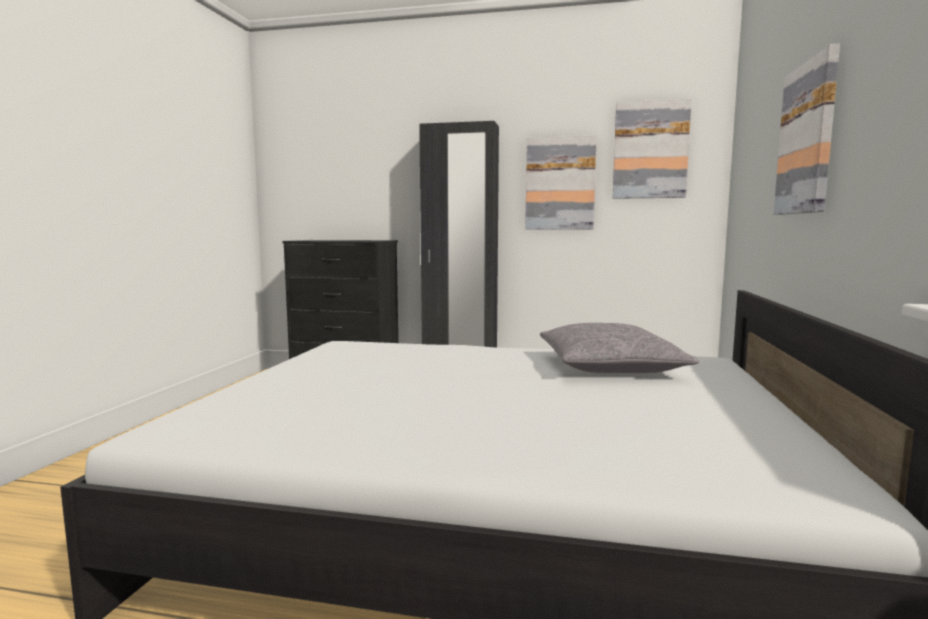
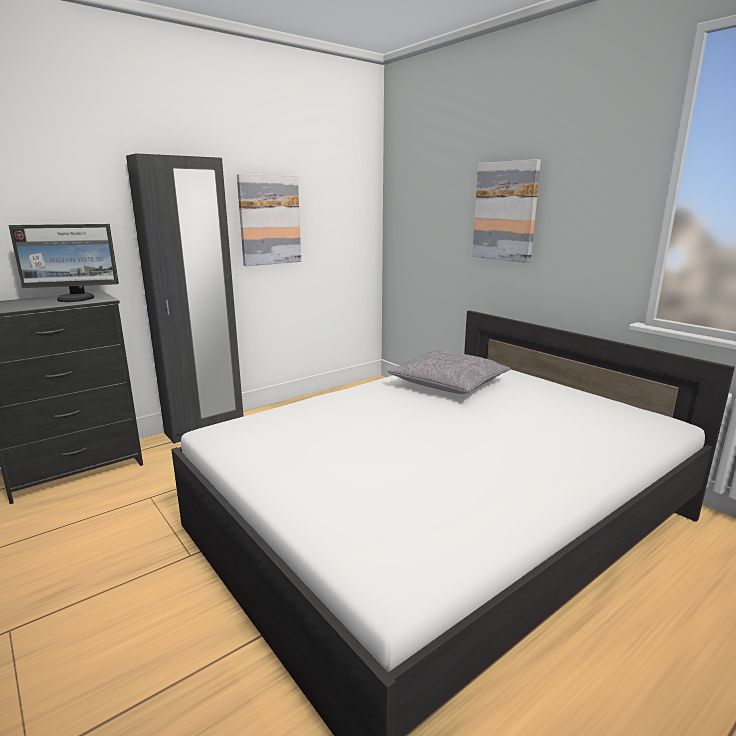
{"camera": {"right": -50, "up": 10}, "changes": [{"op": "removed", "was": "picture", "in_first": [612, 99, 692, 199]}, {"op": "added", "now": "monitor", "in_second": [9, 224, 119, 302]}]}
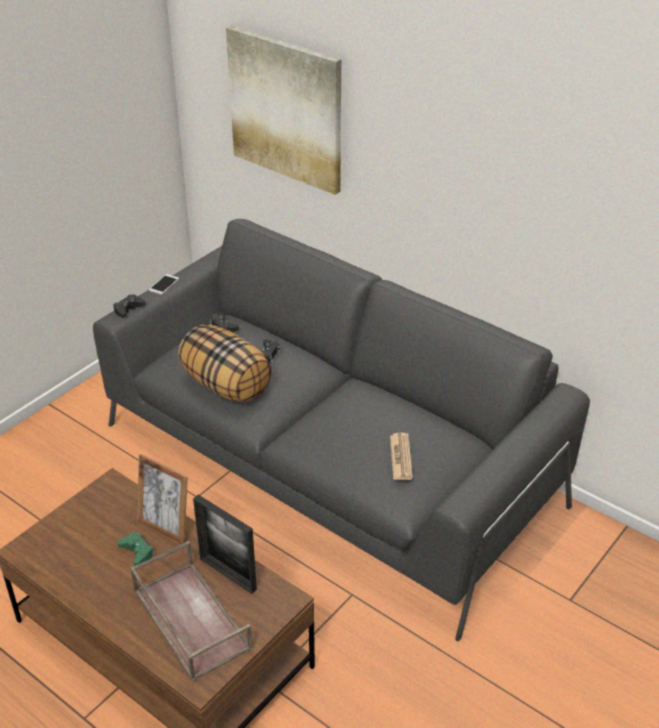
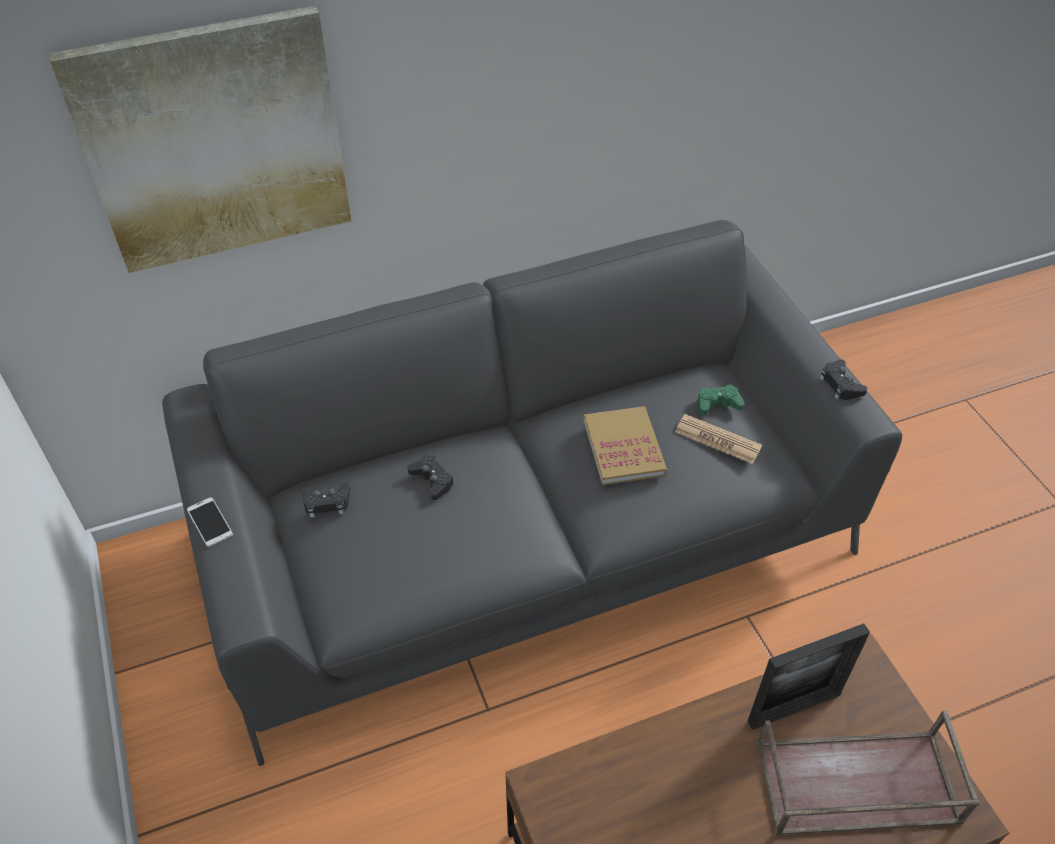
{"camera": {"right": -60, "up": 10}, "changes": [{"op": "moved", "was": "game controller (black)", "in_first": [113, 295, 145, 318], "in_second": [820, 359, 867, 400]}, {"op": "moved", "was": "game controller (green)", "in_first": [118, 532, 154, 566], "in_second": [698, 384, 745, 415]}, {"op": "removed", "was": "picture frame", "in_first": [137, 454, 188, 544]}, {"op": "removed", "was": "pillow", "in_first": [178, 325, 272, 402]}, {"op": "added", "now": "book", "in_second": [584, 406, 667, 485]}]}
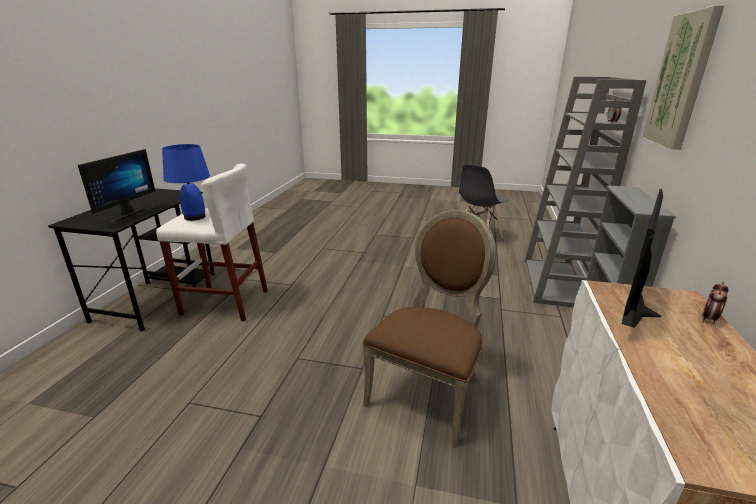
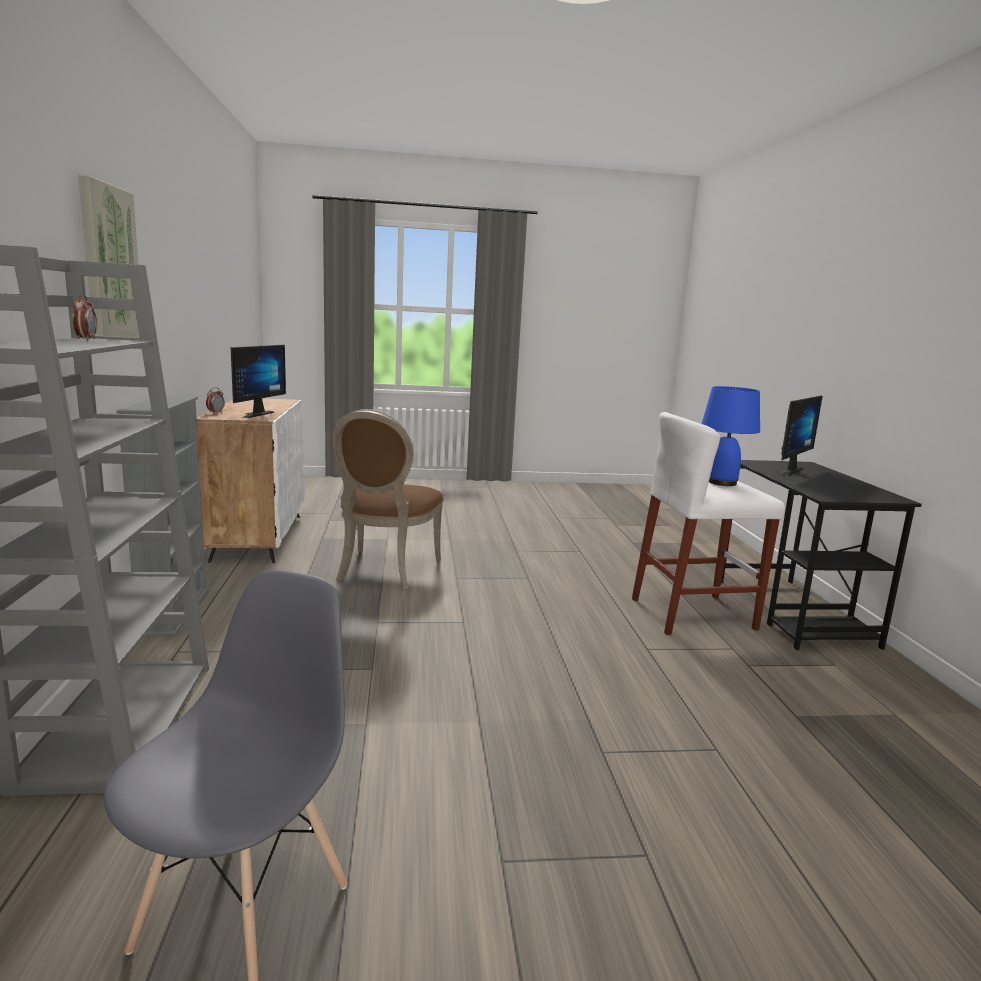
{"camera": {"right": 160, "up": -10}, "changes": [{"op": "turned", "was": "monitor", "in_first": [78, 149, 155, 222], "in_second": [775, 395, 823, 476], "clockwise": -135}]}
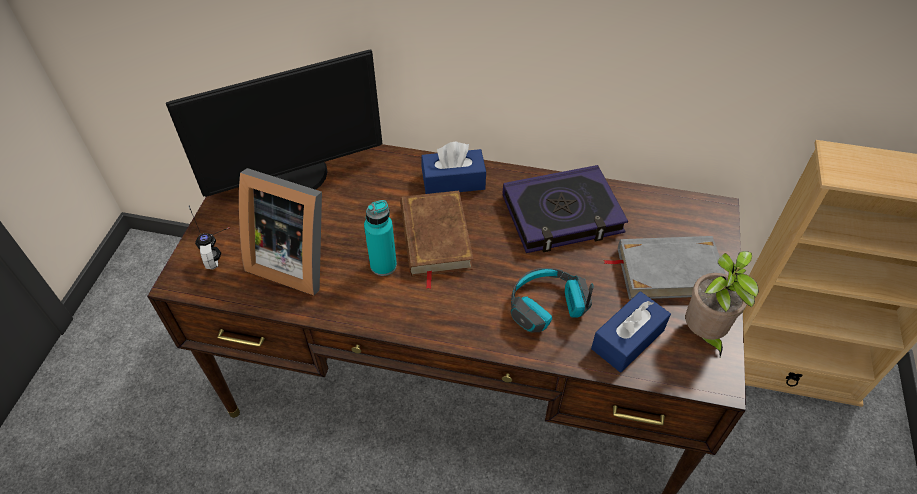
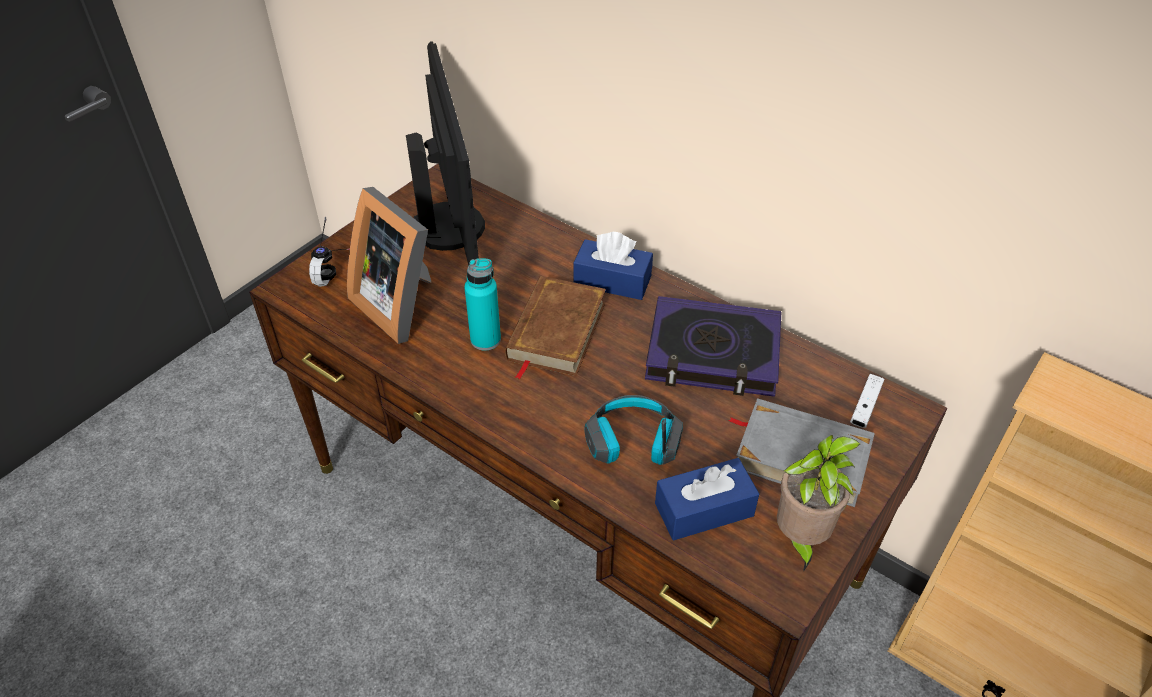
{"camera": {"right": 25, "up": -5}, "changes": [{"op": "turned", "was": "monitor", "in_first": [166, 50, 382, 197], "in_second": [406, 41, 485, 265], "clockwise": -105}, {"op": "added", "now": "game controller (white)", "in_second": [850, 374, 884, 428]}]}
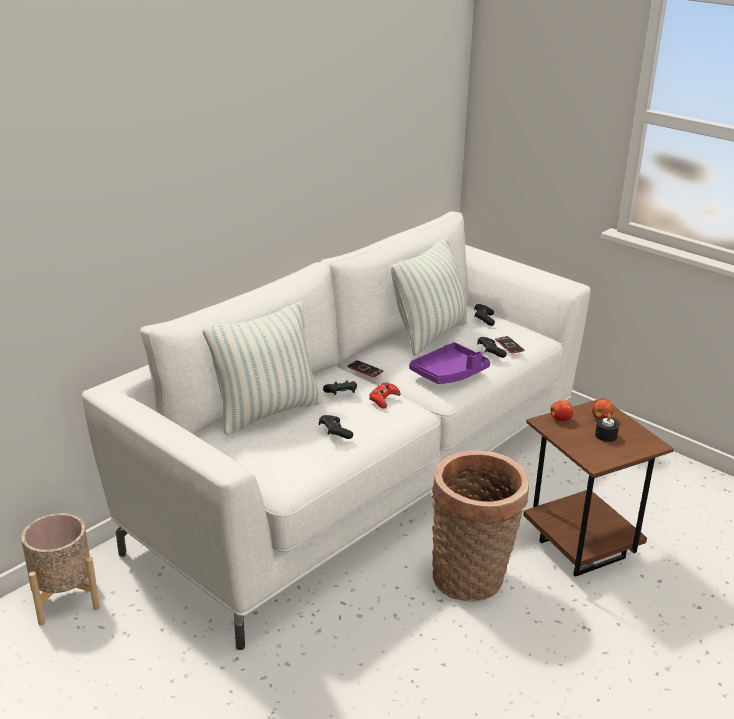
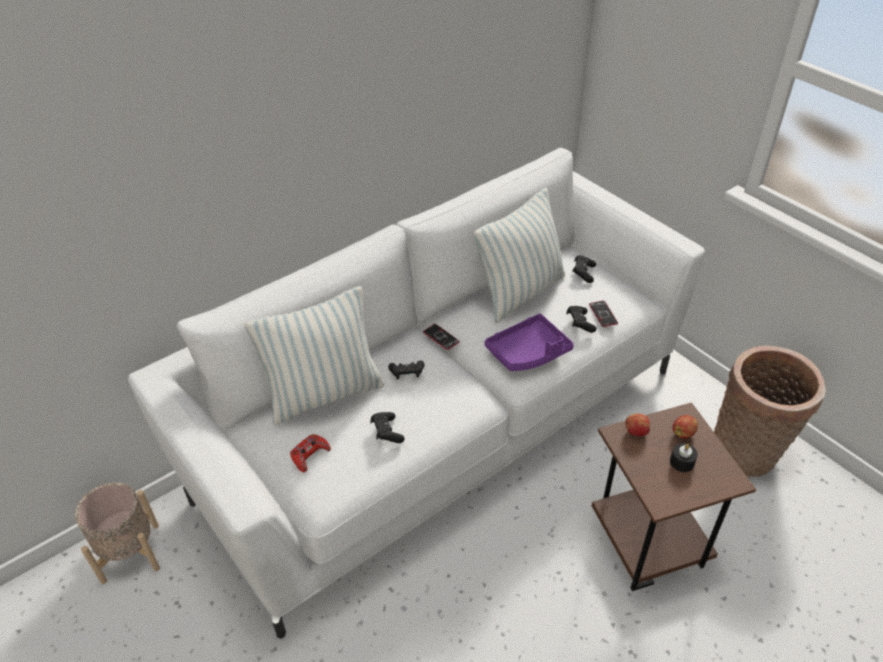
{"camera": {"right": 10, "up": 15}, "changes": [{"op": "moved", "was": "game controller (red)", "in_first": [369, 382, 401, 409], "in_second": [290, 434, 331, 472]}, {"op": "moved", "was": "basket", "in_first": [432, 450, 529, 602], "in_second": [714, 346, 826, 477]}]}
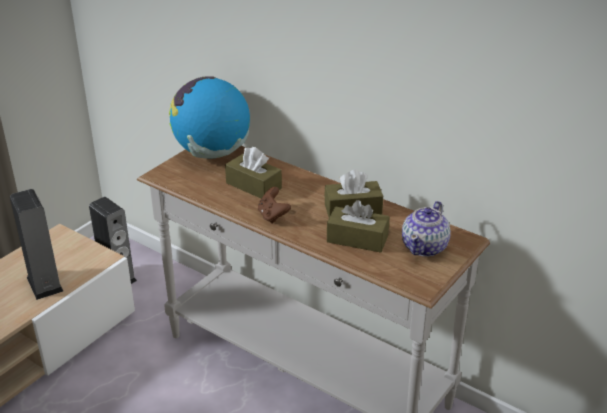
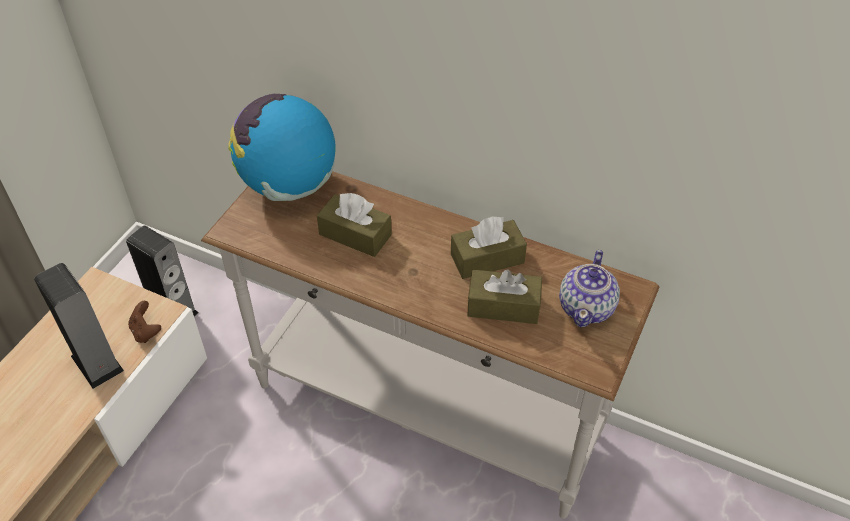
{"camera": {"right": -10, "up": 15}, "changes": [{"op": "moved", "was": "game controller (brown)", "in_first": [258, 187, 291, 224], "in_second": [128, 301, 161, 343]}]}
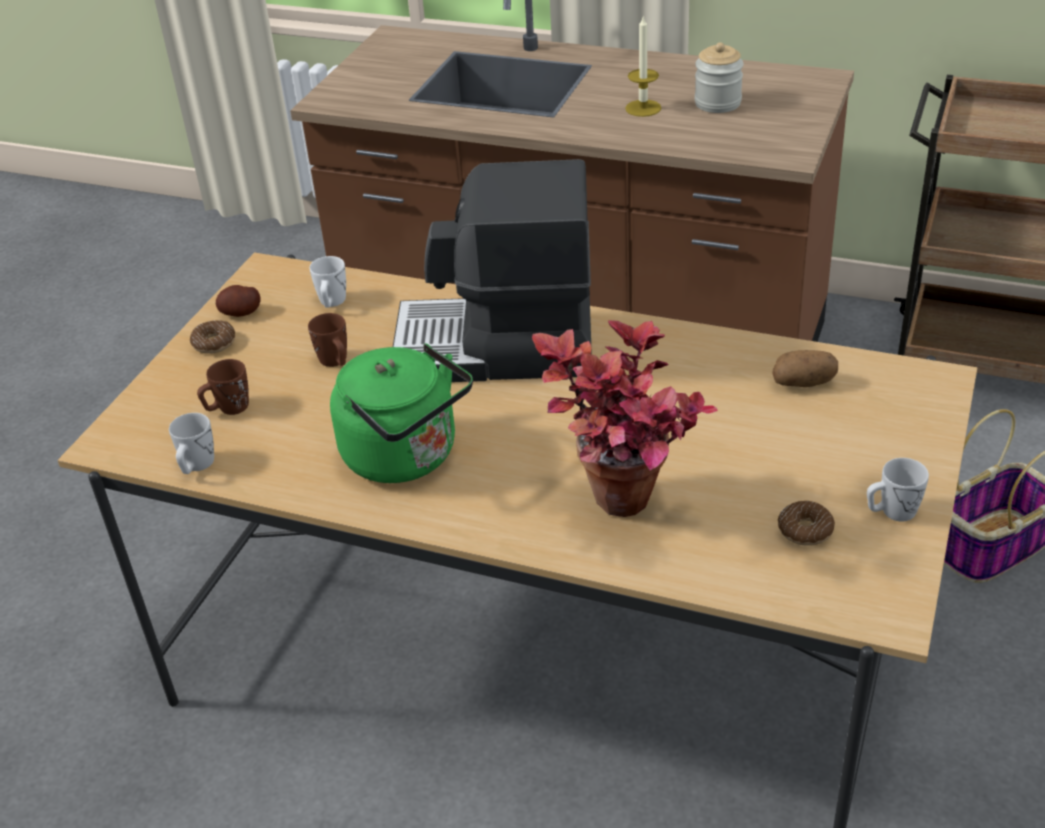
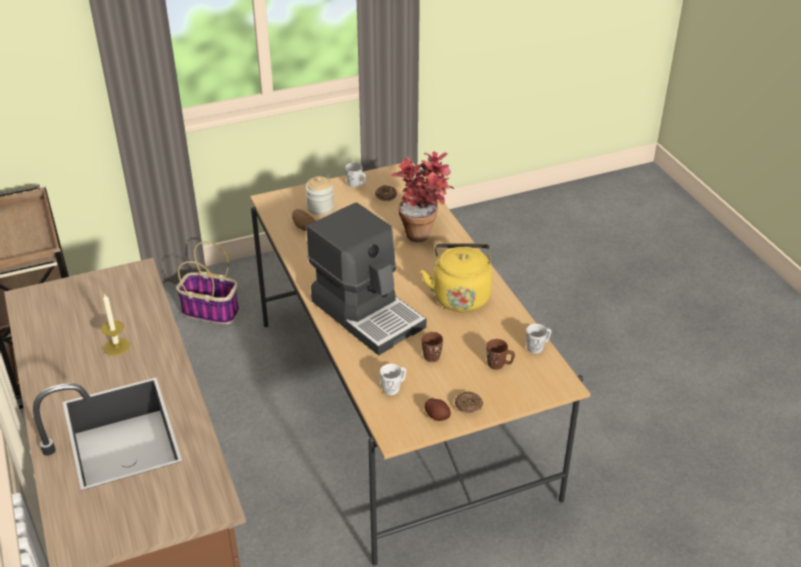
{"camera": {"right": -135, "up": 0}, "changes": [{"op": "recoloured", "was": "kettle (green)", "now": "kettle (yellow)", "in_first": [330, 343, 473, 483], "in_second": [421, 243, 492, 312]}, {"op": "moved", "was": "jar", "in_first": [695, 42, 744, 113], "in_second": [306, 176, 334, 215]}]}
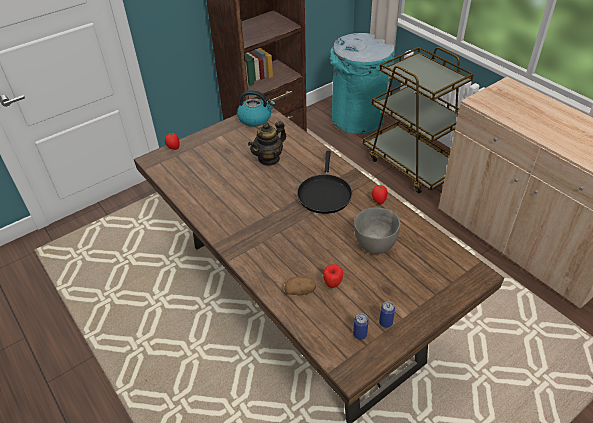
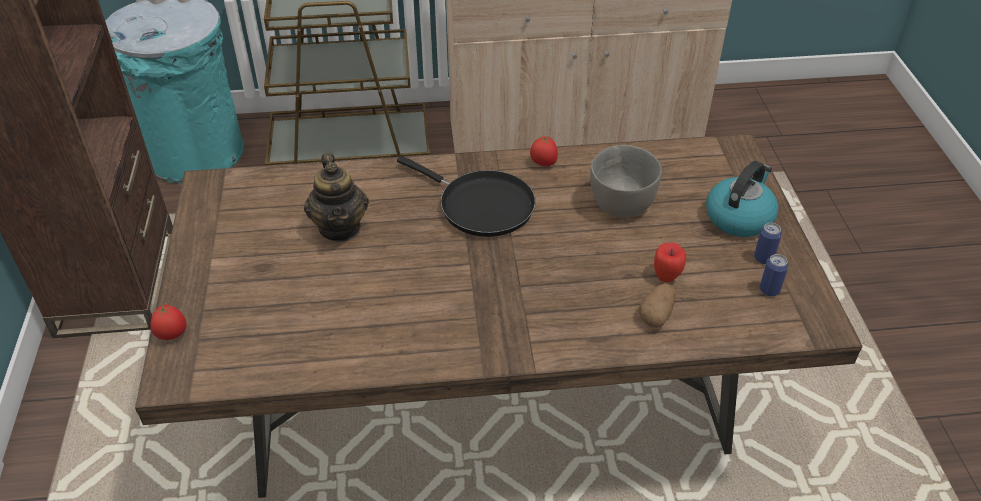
{"camera": {"right": -60, "up": 0}, "changes": [{"op": "moved", "was": "kettle", "in_first": [237, 90, 275, 127], "in_second": [706, 161, 778, 237]}]}
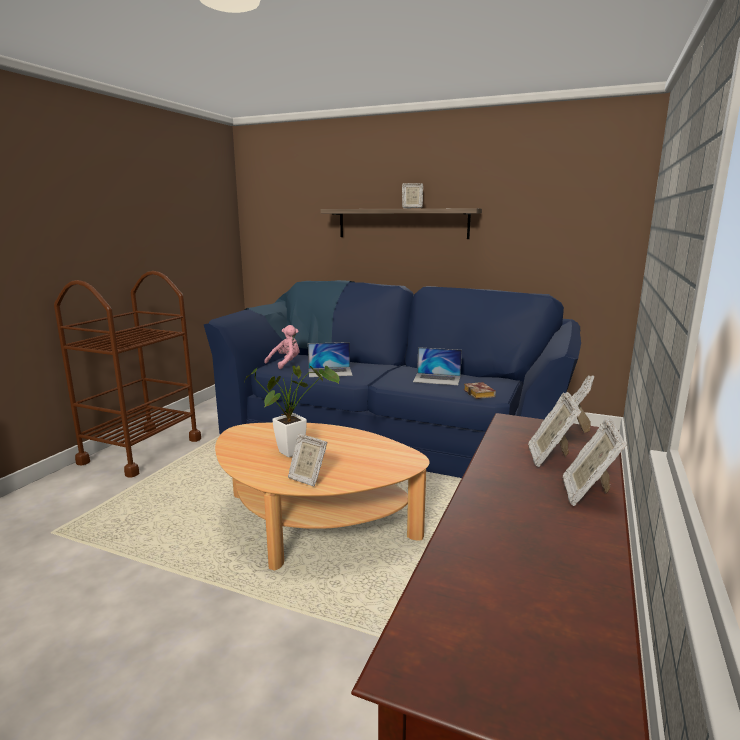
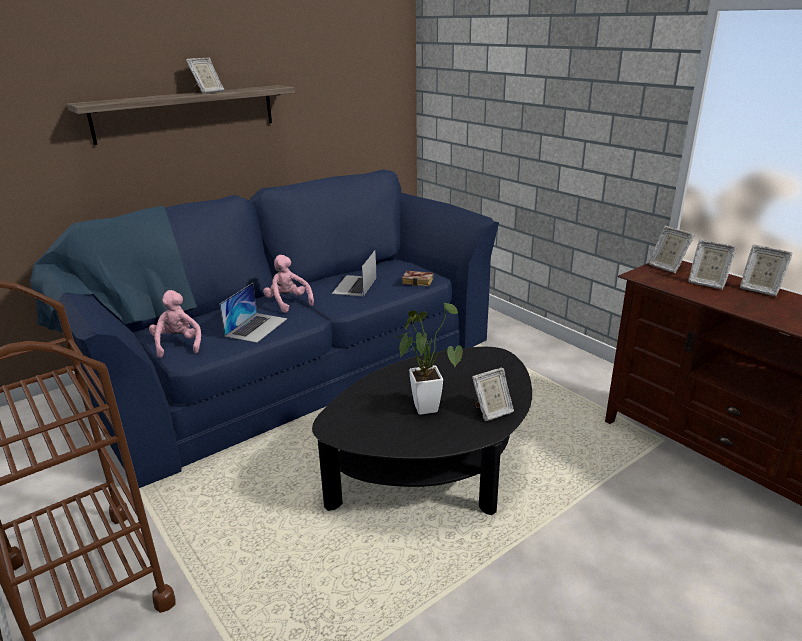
{"camera": {"right": -60, "up": 10}, "changes": [{"op": "recoloured", "was": "coffee table (beige)", "now": "coffee table (black)", "in_first": [215, 422, 430, 571], "in_second": [312, 347, 532, 515]}, {"op": "turned", "was": "laptop", "in_first": [413, 347, 462, 385], "in_second": [332, 250, 377, 297], "clockwise": 150}, {"op": "added", "now": "plush toy (pink)", "in_second": [263, 255, 314, 313]}]}
